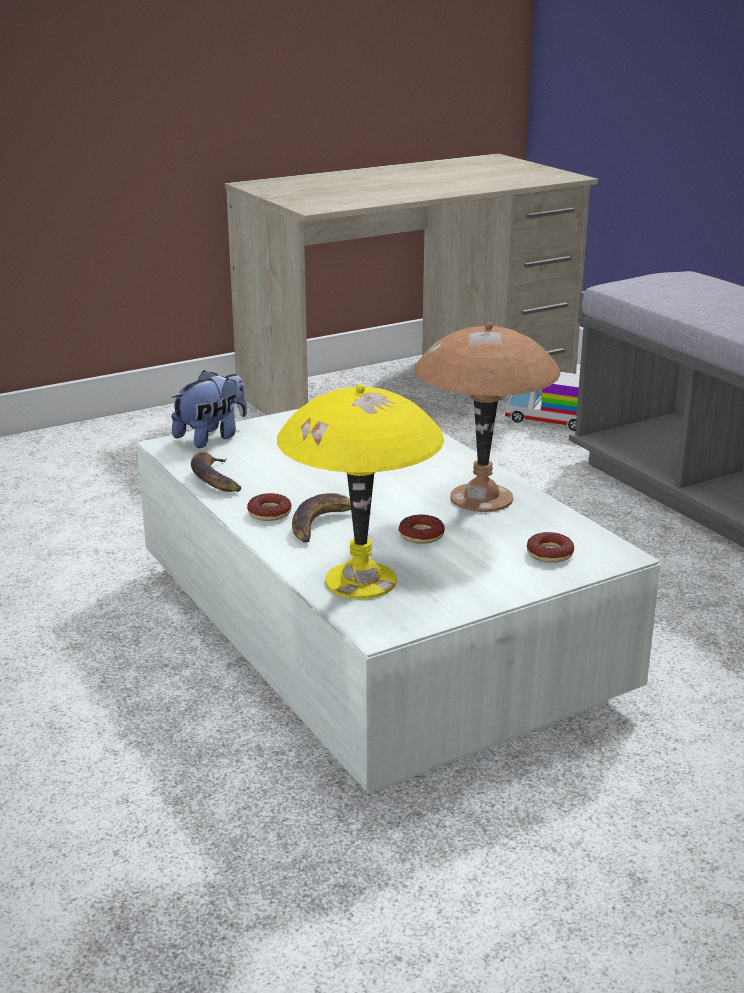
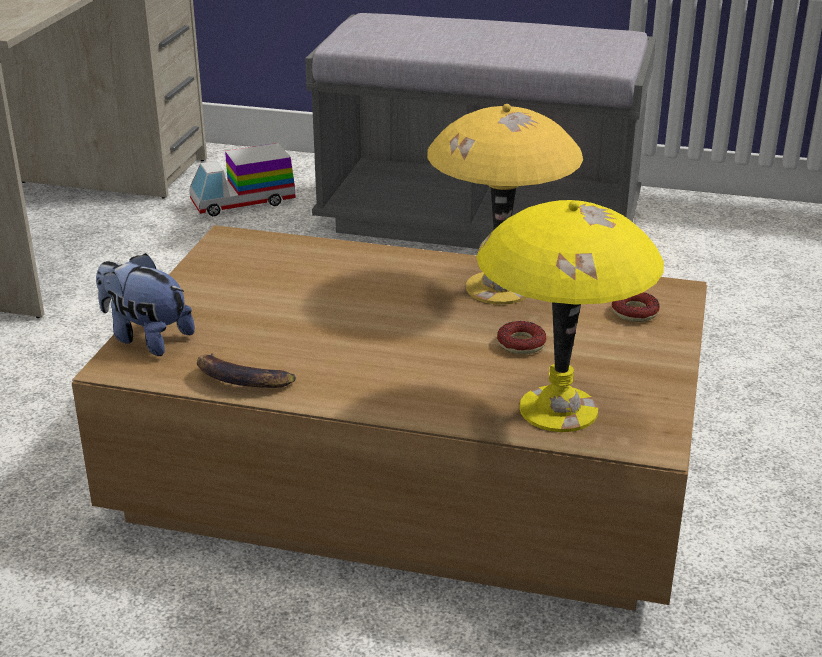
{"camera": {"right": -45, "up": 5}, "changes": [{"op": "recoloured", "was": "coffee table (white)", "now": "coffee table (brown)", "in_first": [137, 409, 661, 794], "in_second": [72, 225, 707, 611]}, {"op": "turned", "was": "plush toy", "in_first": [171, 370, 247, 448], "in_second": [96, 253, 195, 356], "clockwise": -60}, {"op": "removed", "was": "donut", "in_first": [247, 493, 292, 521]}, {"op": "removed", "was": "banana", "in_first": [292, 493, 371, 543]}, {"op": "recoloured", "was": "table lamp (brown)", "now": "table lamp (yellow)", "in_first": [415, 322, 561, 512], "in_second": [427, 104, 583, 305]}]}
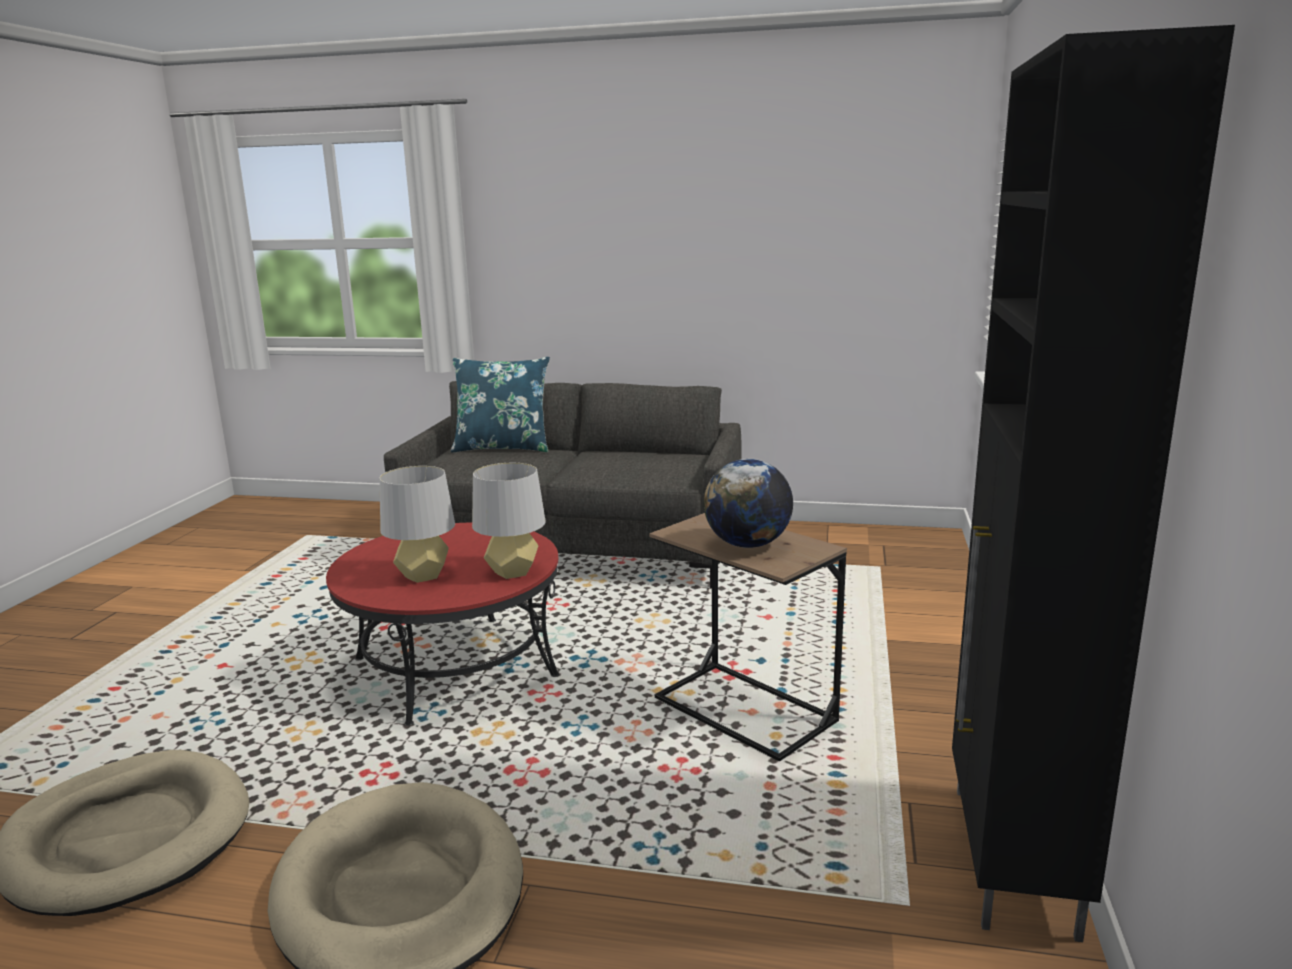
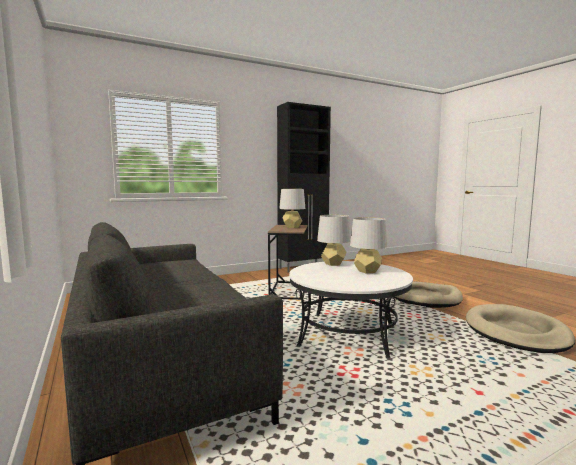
{"camera": {"right": -130, "up": -10}, "changes": [{"op": "recoloured", "was": "coffee table (red)", "now": "coffee table (white)", "in_first": [326, 523, 559, 726], "in_second": [289, 261, 413, 358]}, {"op": "removed", "was": "pillow (blue)", "in_first": [451, 357, 550, 453]}, {"op": "replaced", "was": "globe", "now": "table lamp (grey)", "in_first": [704, 459, 793, 548], "in_second": [279, 189, 305, 228]}]}
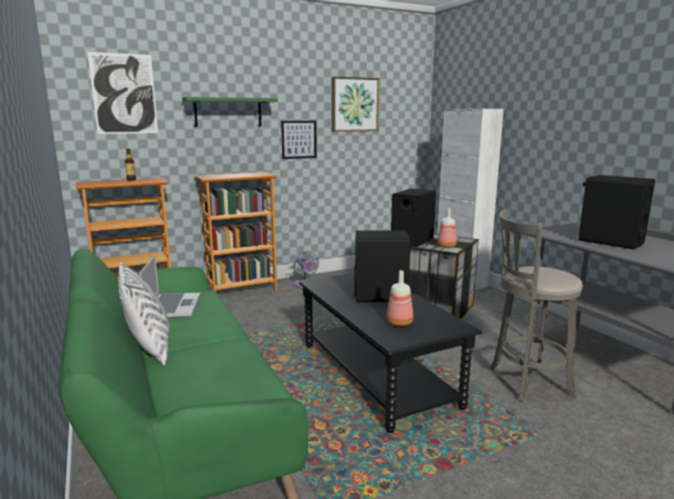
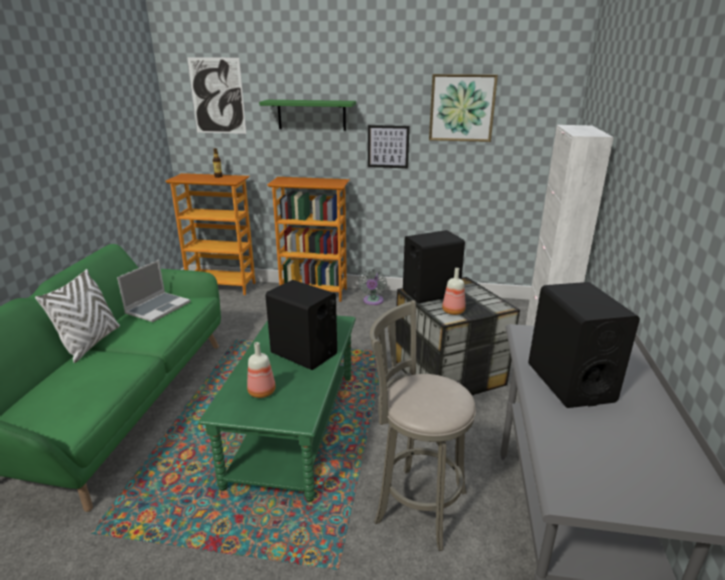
{"camera": {"right": 35, "up": 10}, "changes": [{"op": "recoloured", "was": "coffee table (black)", "now": "coffee table (green)", "in_first": [299, 273, 482, 433], "in_second": [198, 316, 356, 502]}]}
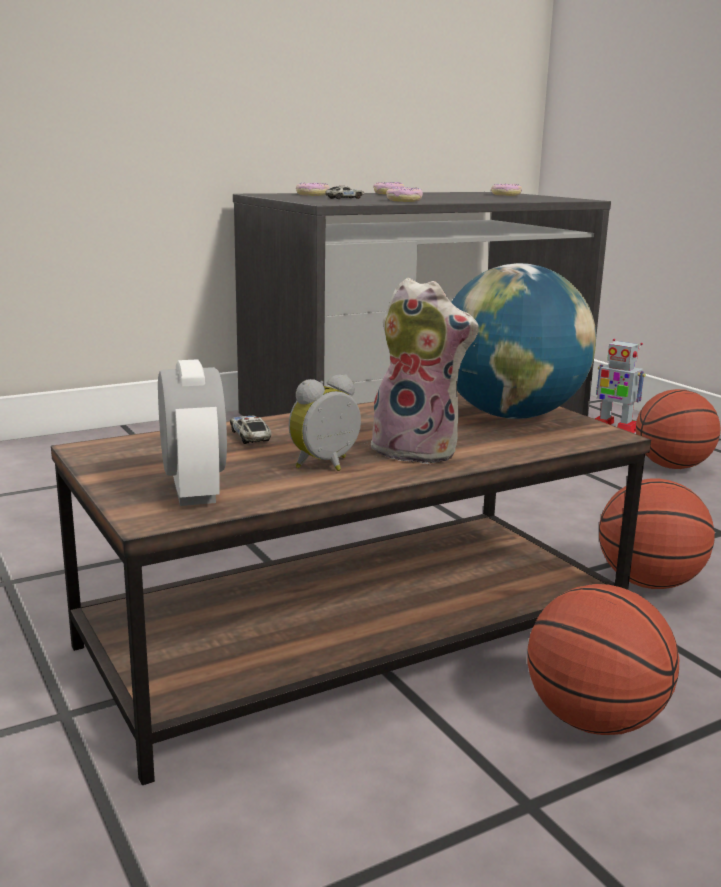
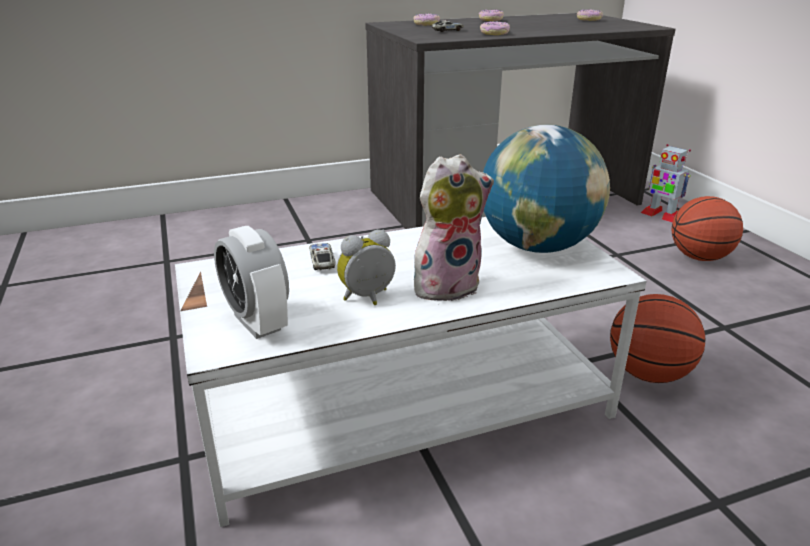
{"camera": {"right": 10, "up": 10}, "changes": [{"op": "recoloured", "was": "coffee table (brown)", "now": "coffee table (white)", "in_first": [51, 391, 651, 785], "in_second": [175, 217, 647, 527]}, {"op": "turned", "was": "alarm clock", "in_first": [158, 359, 227, 506], "in_second": [214, 226, 289, 339], "clockwise": 150}, {"op": "turned", "was": "plush toy", "in_first": [371, 278, 479, 464], "in_second": [414, 154, 494, 304], "clockwise": -60}, {"op": "removed", "was": "basketball", "in_first": [527, 584, 679, 735]}]}
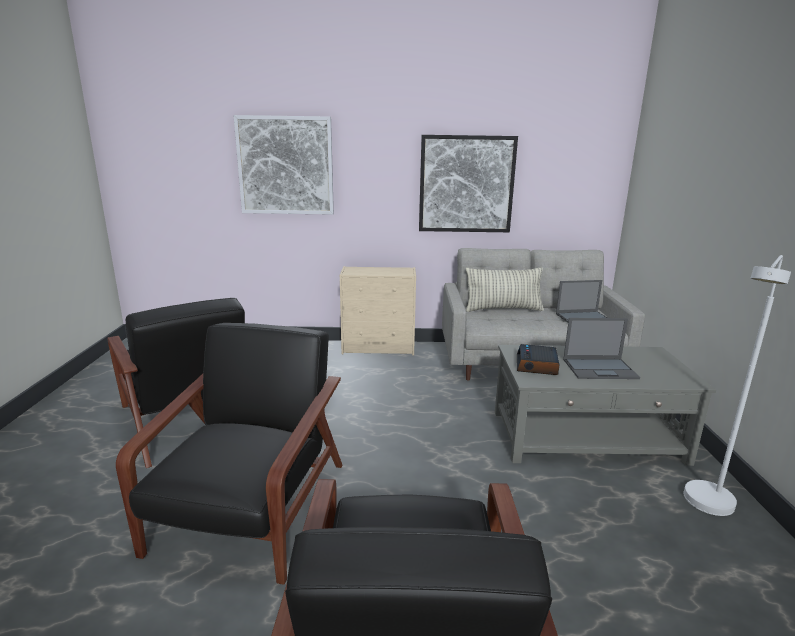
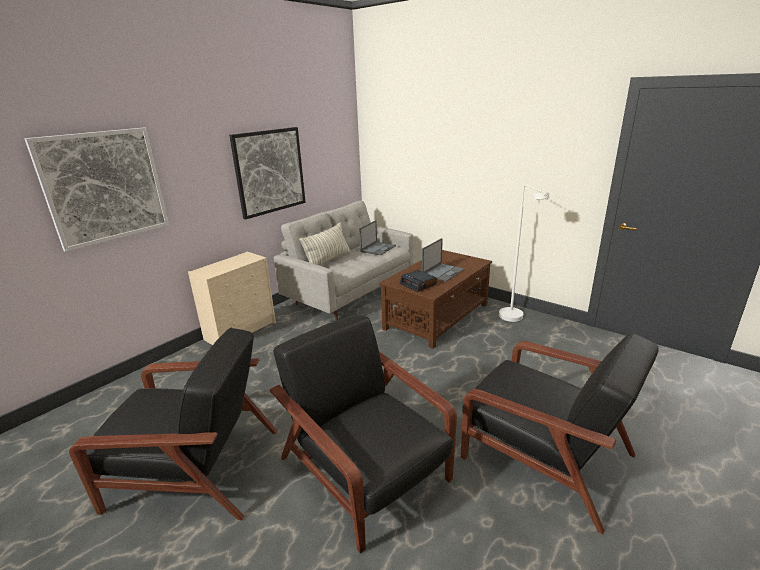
{"camera": {"right": -50, "up": 5}, "changes": [{"op": "recoloured", "was": "coffee table (grey)", "now": "coffee table (brown)", "in_first": [495, 345, 716, 466], "in_second": [379, 250, 492, 349]}]}
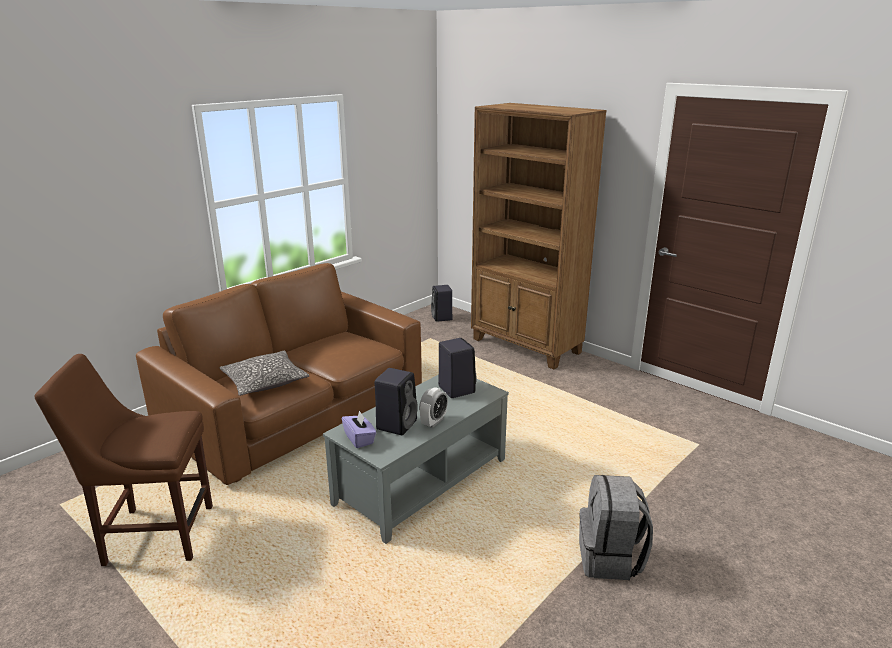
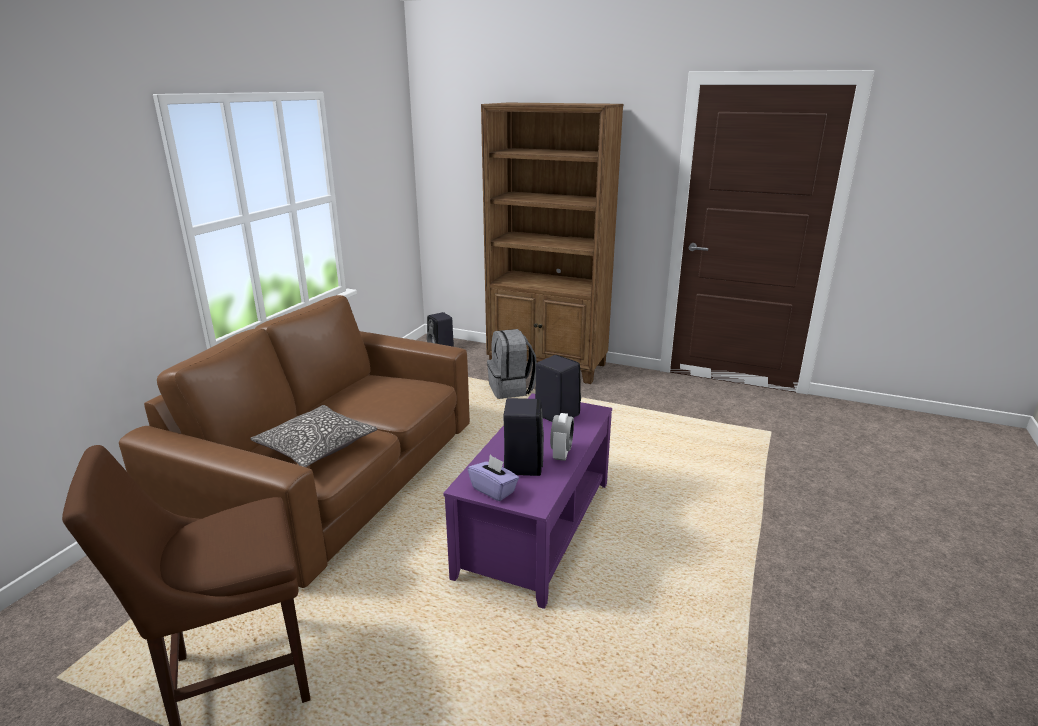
{"camera": {"right": -20, "up": 0}, "changes": [{"op": "recoloured", "was": "coffee table (grey)", "now": "coffee table (purple)", "in_first": [323, 375, 509, 544], "in_second": [443, 393, 612, 609]}, {"op": "moved", "was": "backpack (grey)", "in_first": [579, 475, 653, 580], "in_second": [487, 329, 537, 399]}]}
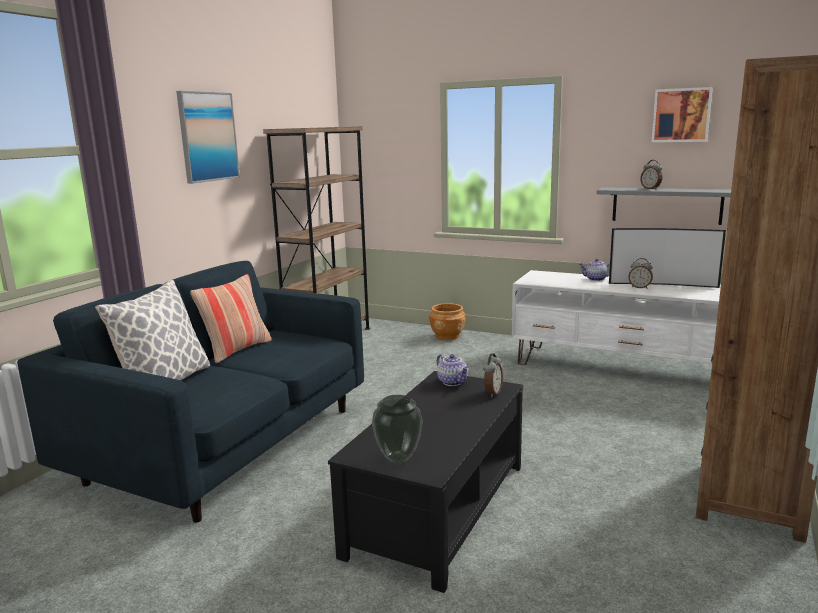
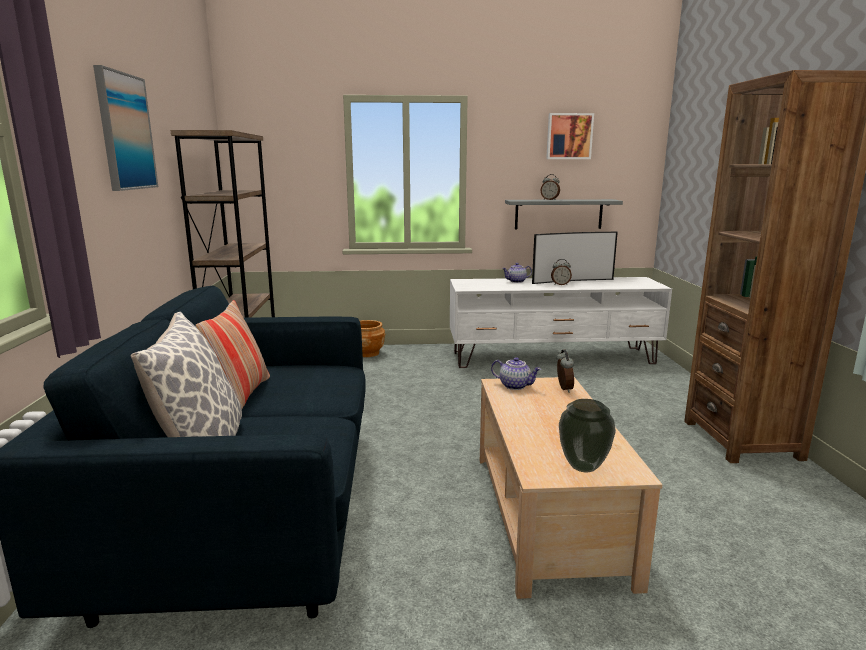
{"camera": {"right": -30, "up": 0}, "changes": [{"op": "recoloured", "was": "coffee table (black)", "now": "coffee table (beige)", "in_first": [328, 371, 524, 593], "in_second": [480, 377, 662, 599]}]}
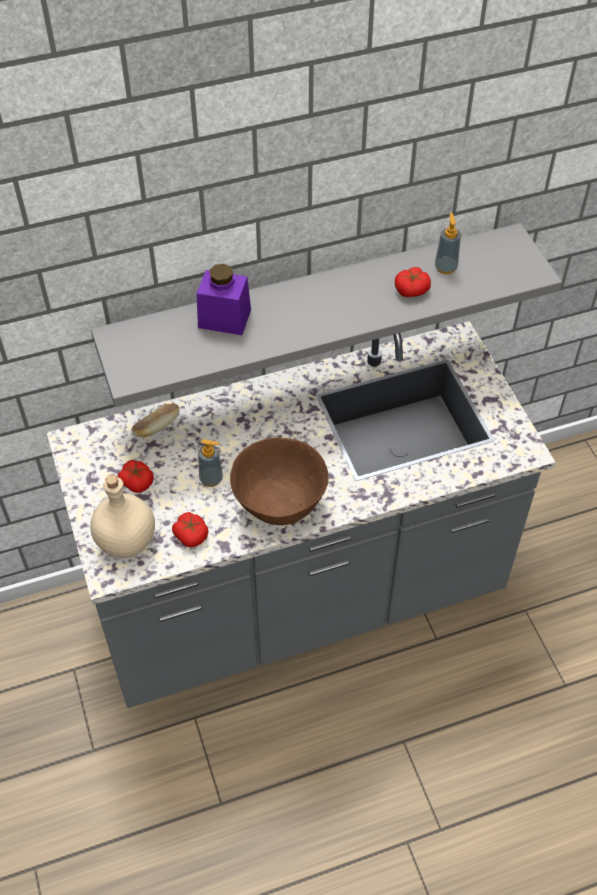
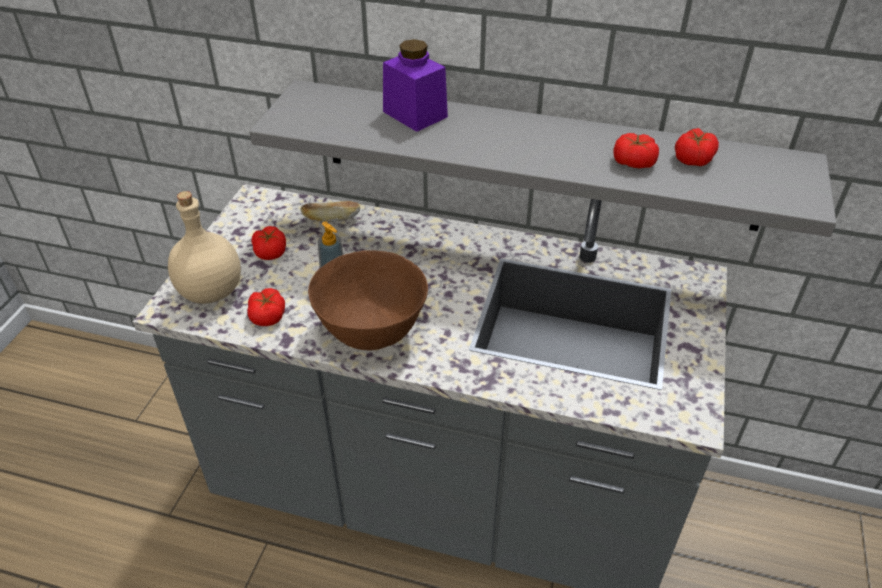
{"camera": {"right": 35, "up": -10}, "changes": [{"op": "replaced", "was": "soap dispenser", "now": "tomato", "in_first": [435, 213, 461, 274], "in_second": [675, 128, 719, 166]}]}
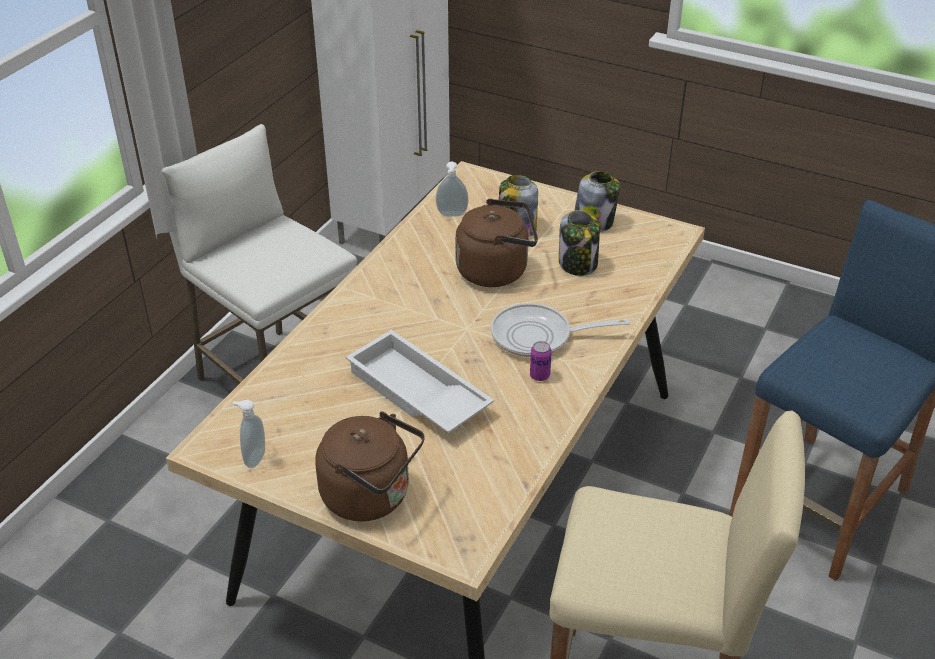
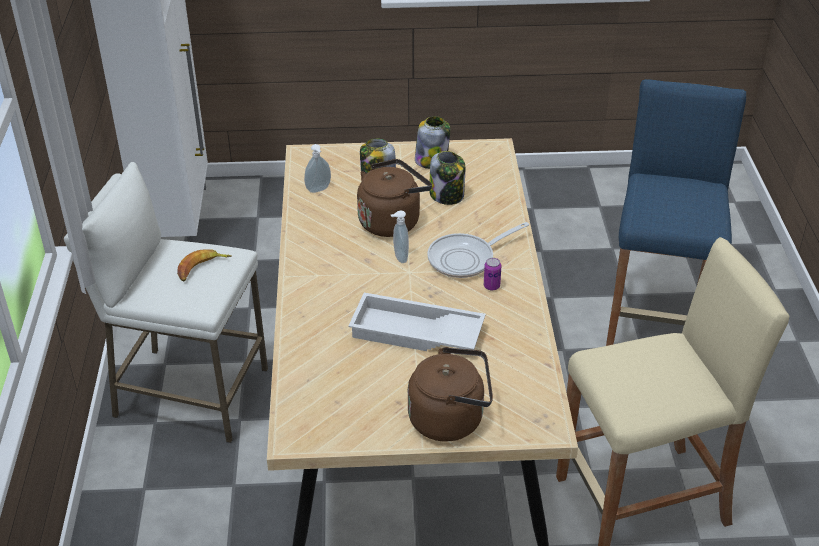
{"camera": {"right": -30, "up": 0}, "changes": [{"op": "moved", "was": "soap dispenser", "in_first": [233, 400, 265, 468], "in_second": [391, 211, 409, 263]}, {"op": "added", "now": "banana", "in_second": [177, 249, 232, 281]}]}
